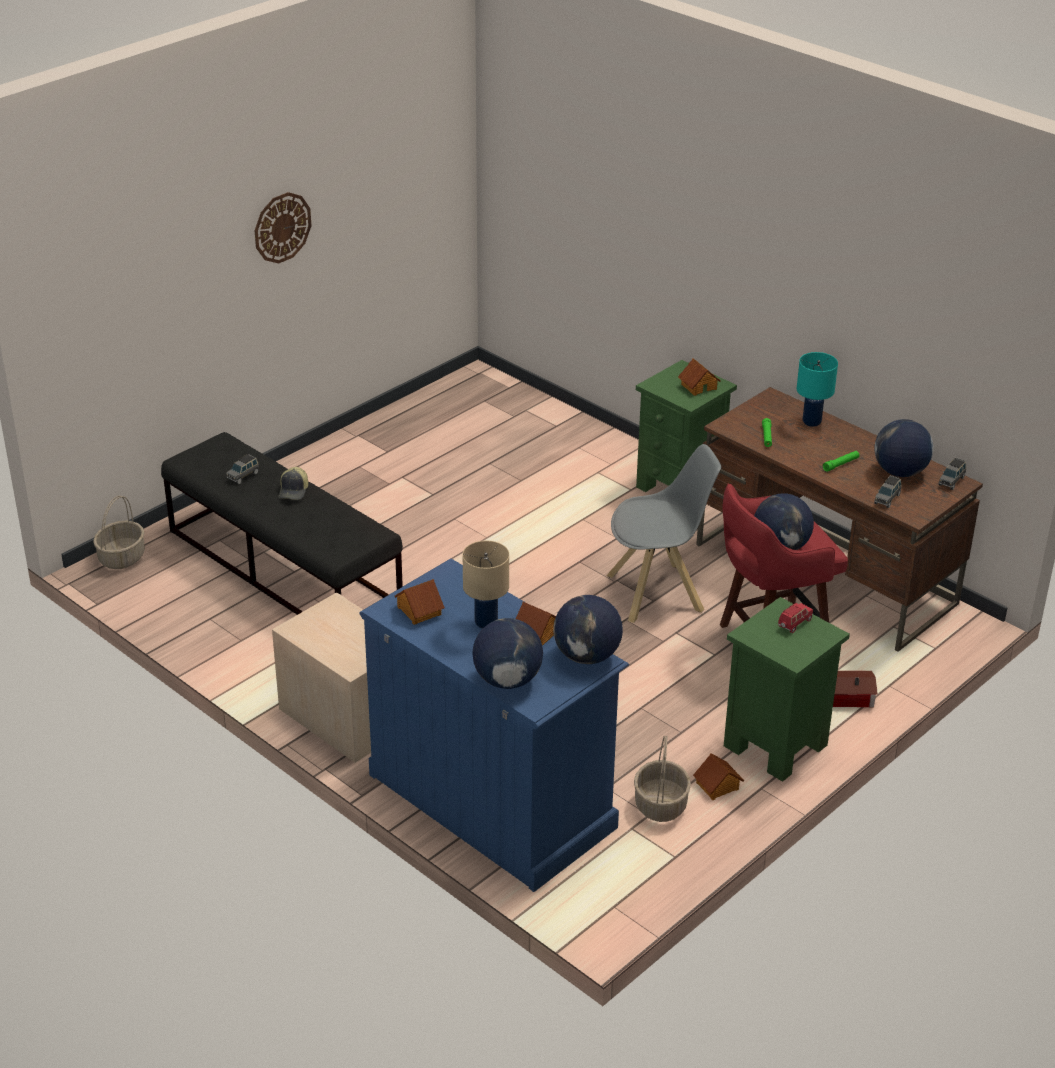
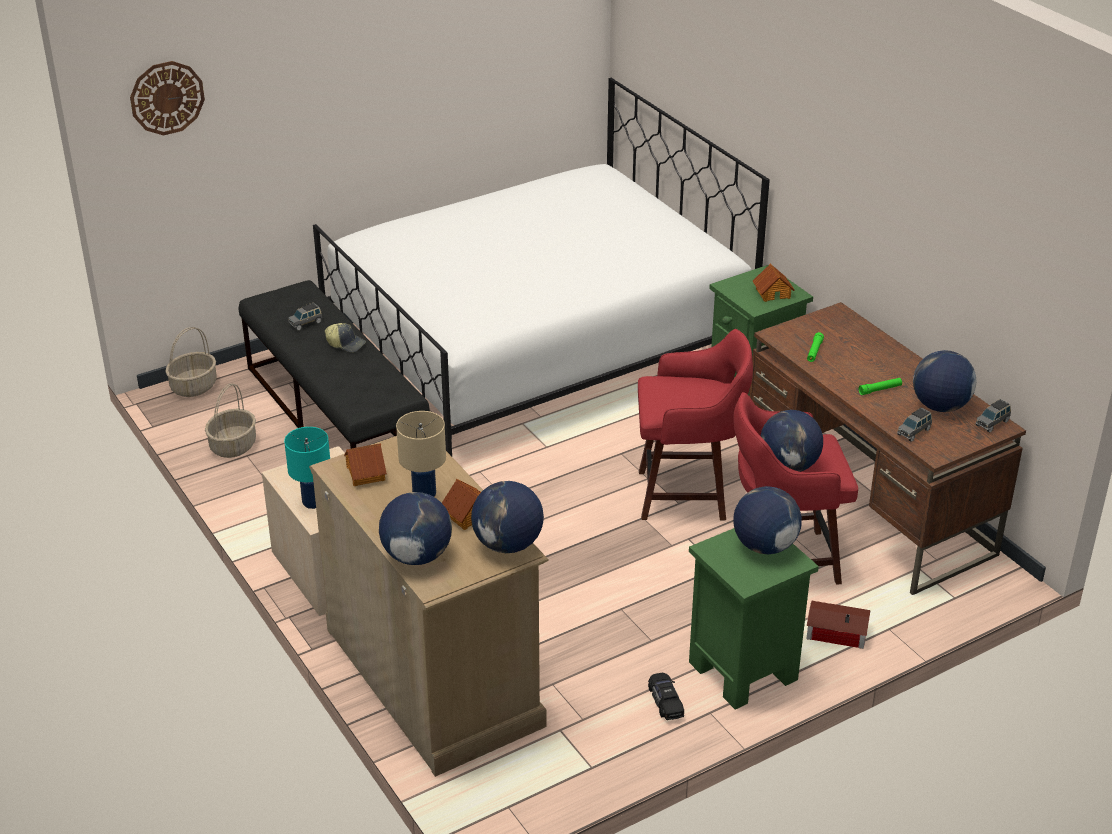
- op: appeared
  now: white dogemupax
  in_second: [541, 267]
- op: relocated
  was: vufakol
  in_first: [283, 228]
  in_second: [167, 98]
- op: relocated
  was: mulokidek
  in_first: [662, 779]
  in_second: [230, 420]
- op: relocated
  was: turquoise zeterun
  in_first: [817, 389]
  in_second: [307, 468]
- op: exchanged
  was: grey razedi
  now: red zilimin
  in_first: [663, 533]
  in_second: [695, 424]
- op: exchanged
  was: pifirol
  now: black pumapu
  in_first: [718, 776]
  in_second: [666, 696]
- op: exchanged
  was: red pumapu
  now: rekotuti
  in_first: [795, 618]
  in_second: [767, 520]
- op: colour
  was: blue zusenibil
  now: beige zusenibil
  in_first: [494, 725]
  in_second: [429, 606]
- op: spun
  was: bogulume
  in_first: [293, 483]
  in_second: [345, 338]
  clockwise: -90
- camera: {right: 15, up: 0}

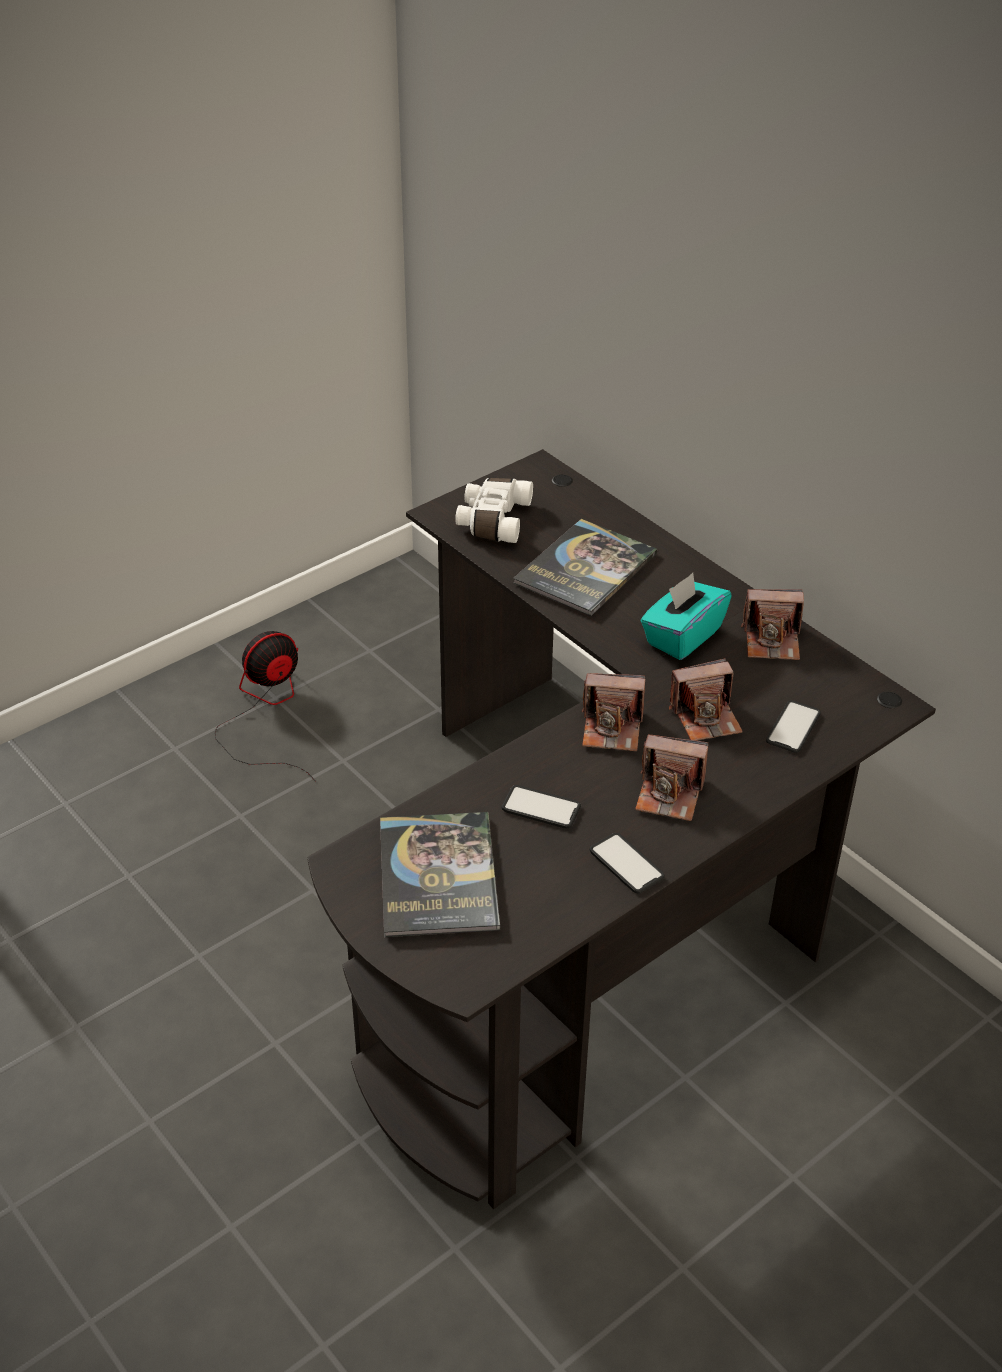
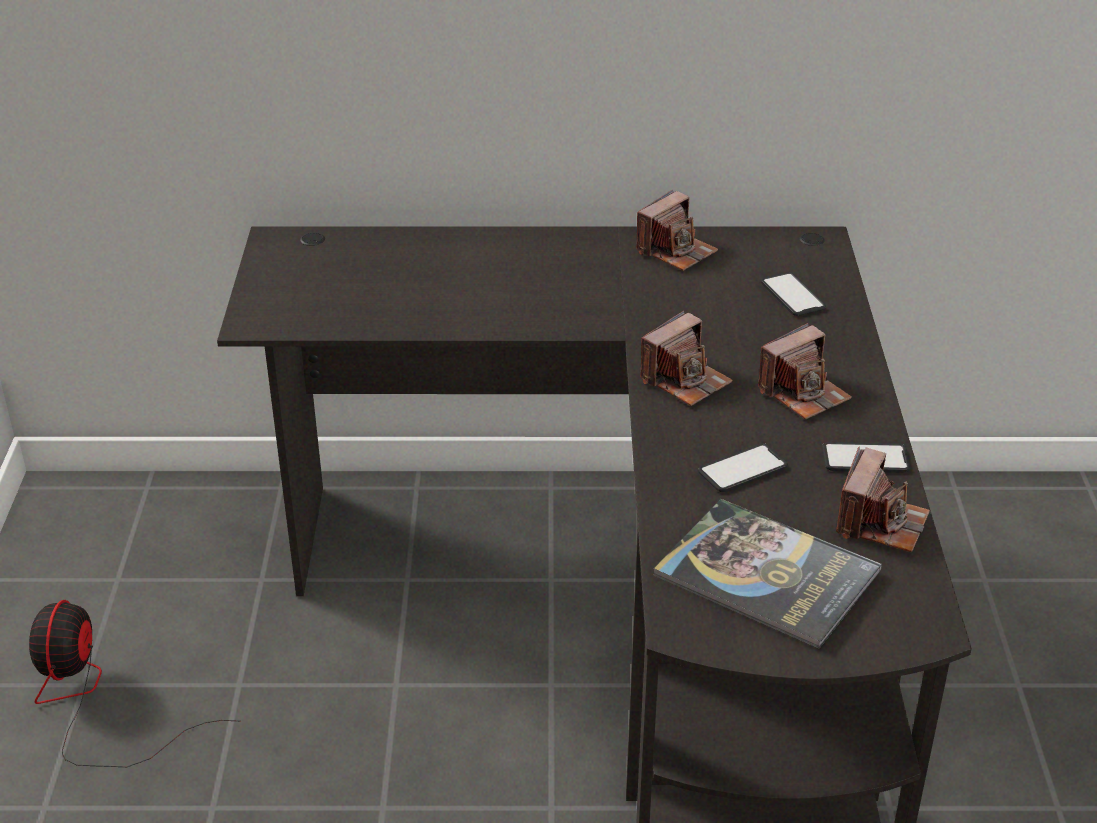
- op: missing
  was: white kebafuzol
  in_first: [494, 510]
- op: missing
  was: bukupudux
  in_first: [585, 567]
- op: missing
  was: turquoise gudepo
  in_first: [686, 616]
- op: relocated
  was: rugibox
  in_first: [706, 700]
  in_second: [883, 499]
- camera: {right: -50, up: -5}

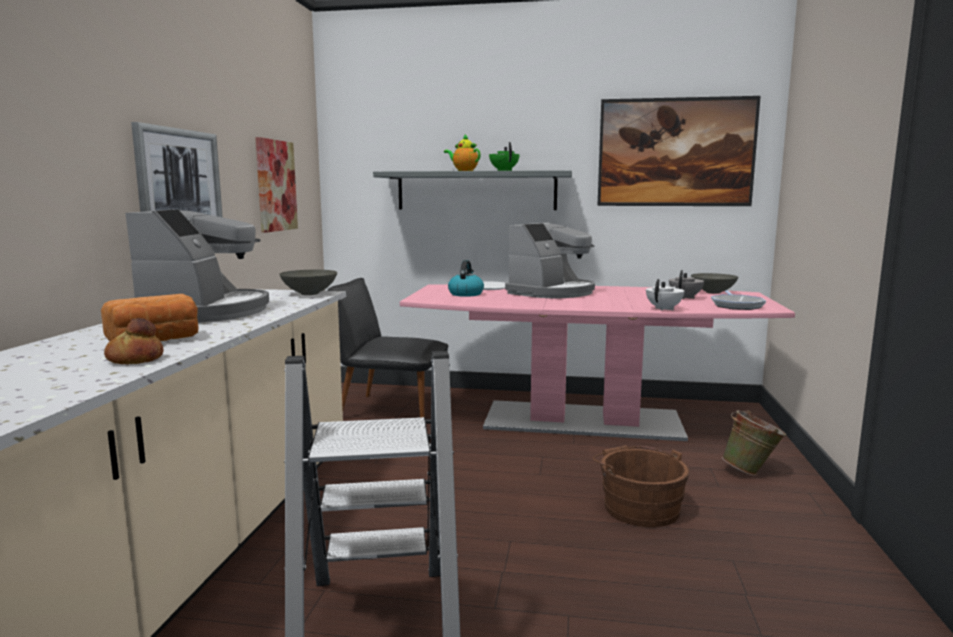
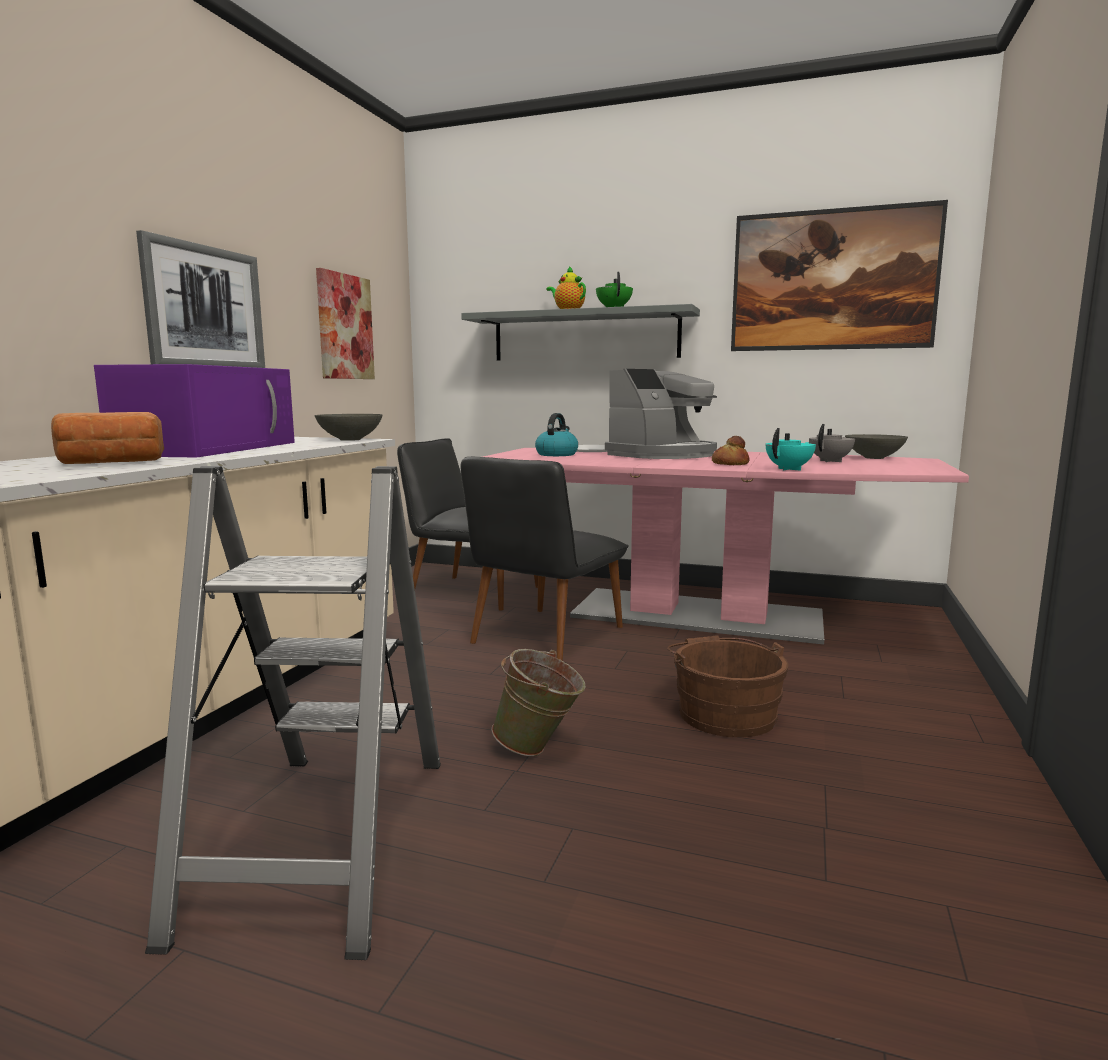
- op: missing
  was: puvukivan
  in_first: [738, 300]
- op: appeared
  now: black razedi
  in_second: [545, 558]
- op: relocated
  was: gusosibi
  in_first: [133, 341]
  in_second: [730, 450]
- op: relocated
  was: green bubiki
  in_first: [754, 443]
  in_second: [538, 702]
- op: exchanged
  was: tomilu
  now: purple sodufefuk
  in_first: [197, 266]
  in_second: [194, 410]
- op: colour
  was: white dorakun
  now: turquoise dorakun
  in_first: [665, 295]
  in_second: [791, 449]
- camera: {right: 10, up: 0}

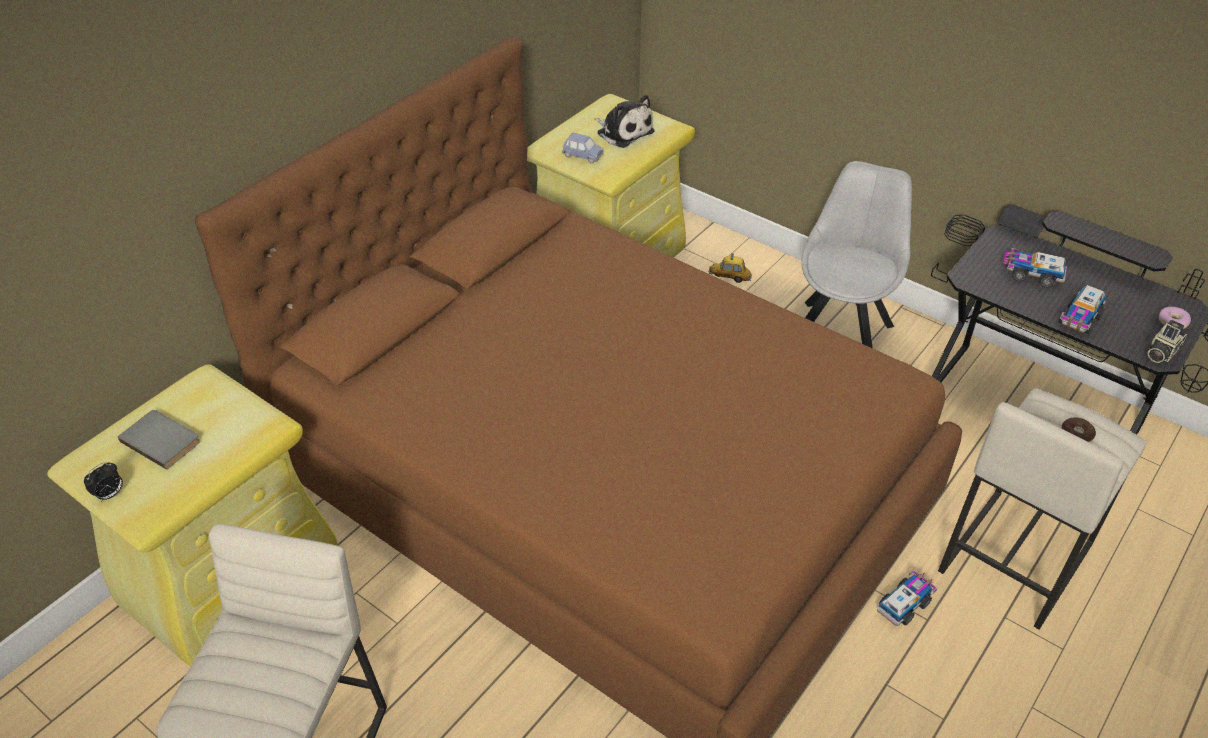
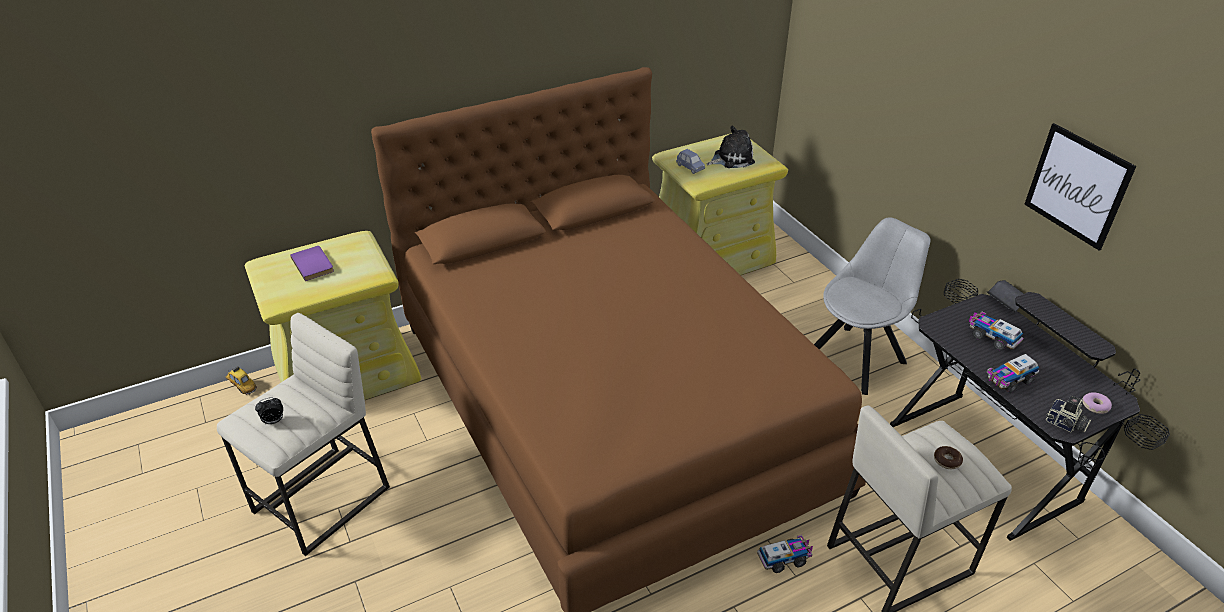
- op: appeared
  now: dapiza
  in_second: [1080, 187]
- op: relocated
  was: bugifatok
  in_first: [103, 482]
  in_second: [269, 411]
- op: relocated
  was: pumapu
  in_first: [730, 268]
  in_second: [241, 380]
- op: colour
  was: grey bukupudux
  now: purple bukupudux
  in_first: [159, 440]
  in_second: [312, 263]
- op: spun
  was: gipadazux
  in_first: [624, 121]
  in_second: [730, 147]
  clockwise: -90
- op: spun
  was: rugibox
  in_first: [1167, 341]
  in_second: [1068, 414]
  clockwise: -120
- camera: {right: 25, up: -5}

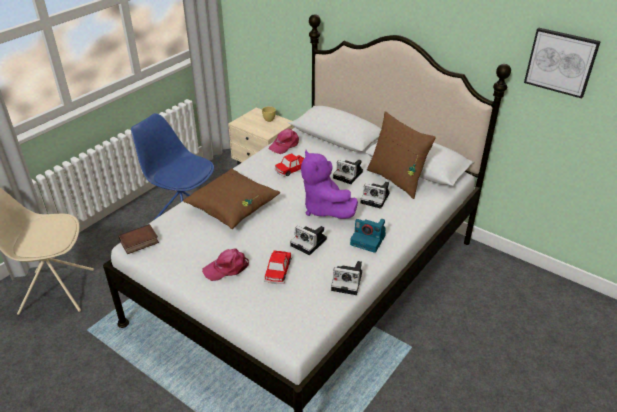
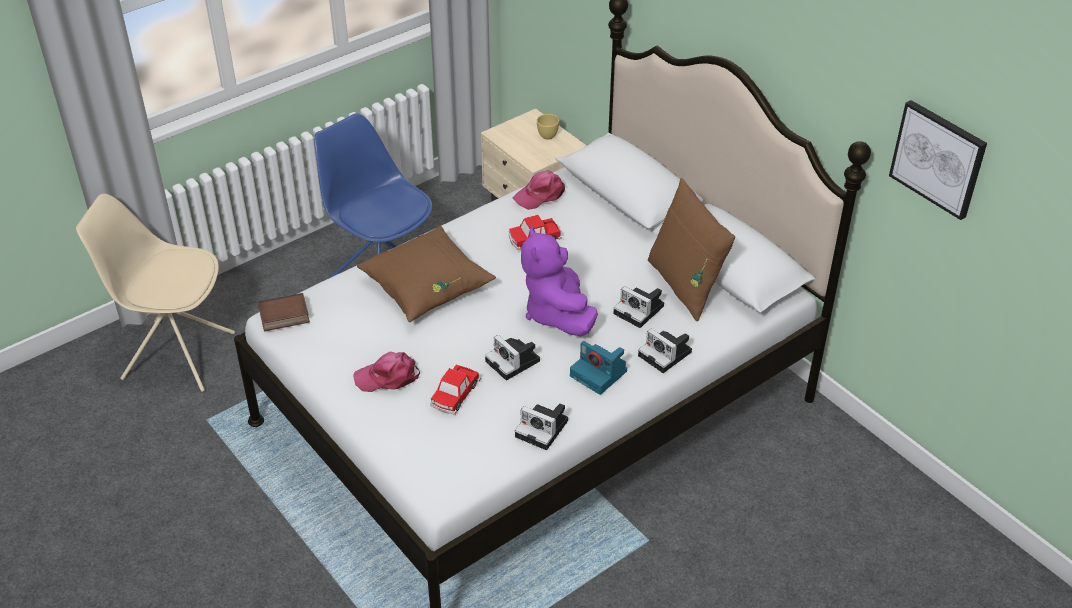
- op: relocated
  was: rugibox
  in_first: [348, 172]
  in_second: [665, 351]
- camera: {right: 15, up: 5}

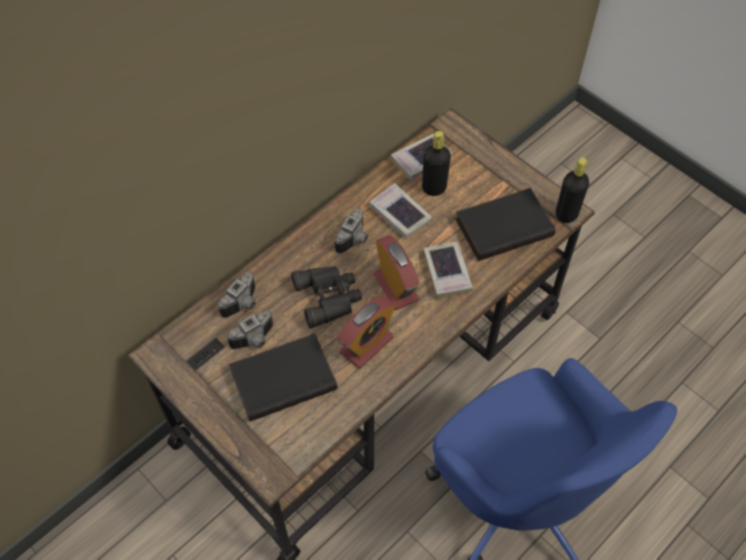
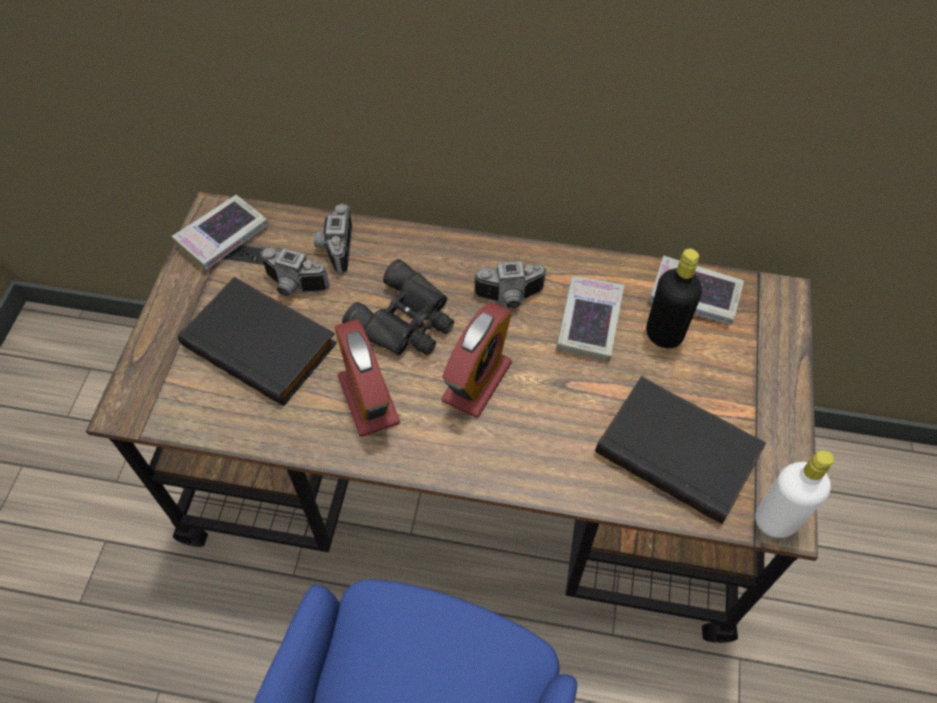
- op: relocated
  was: bukupudux
  in_first: [448, 270]
  in_second: [220, 232]
- op: colour
  was: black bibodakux
  now: white bibodakux
  in_first: [572, 190]
  in_second: [794, 494]
- op: spun
  was: rugibox
  in_first: [237, 295]
  in_second: [333, 238]
  clockwise: 90
- op: spun
  was: bugifatok
  in_first: [366, 332]
  in_second: [367, 378]
  clockwise: 60
- camera: {right: 55, up: 0}

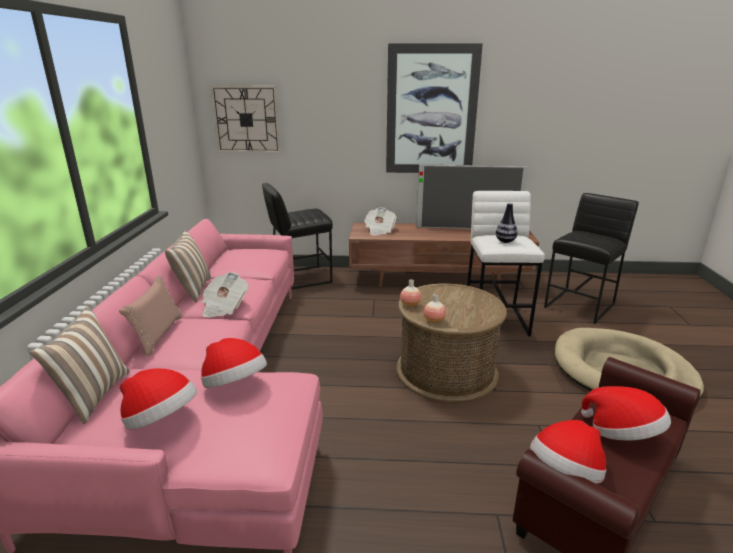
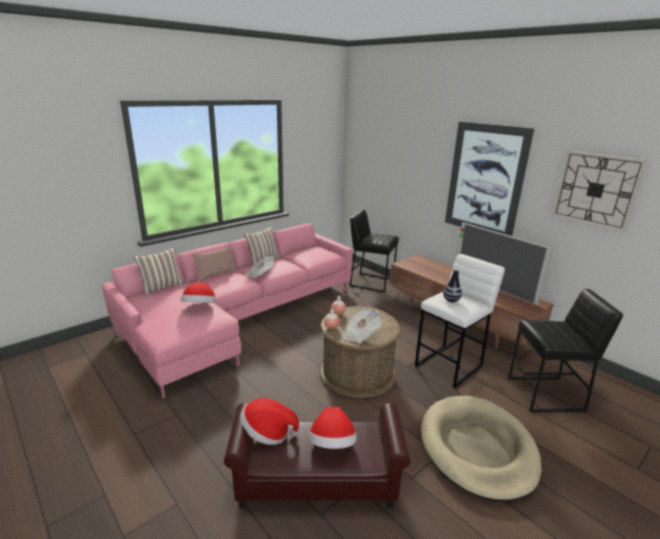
- op: missing
  was: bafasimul
  in_first: [158, 399]
- op: relocated
  was: vufakol
  in_first: [245, 119]
  in_second: [599, 191]
- op: relocated
  was: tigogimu
  in_first: [380, 221]
  in_second: [362, 326]
- camera: {right: 45, up: 0}

